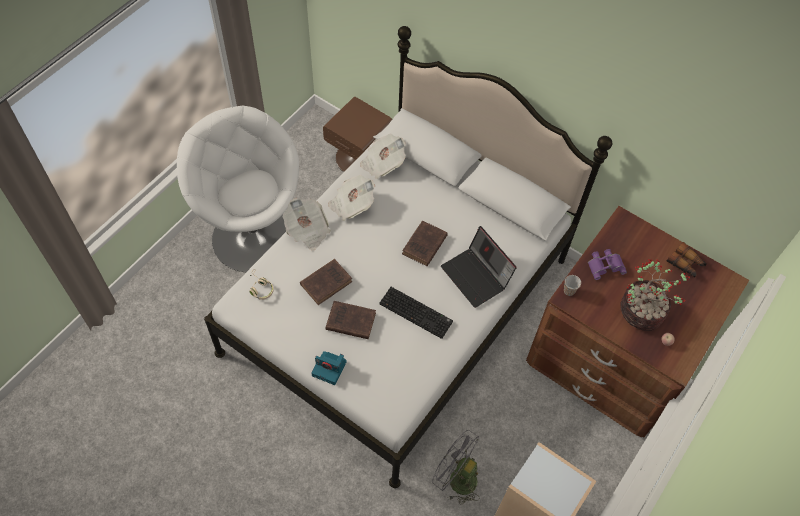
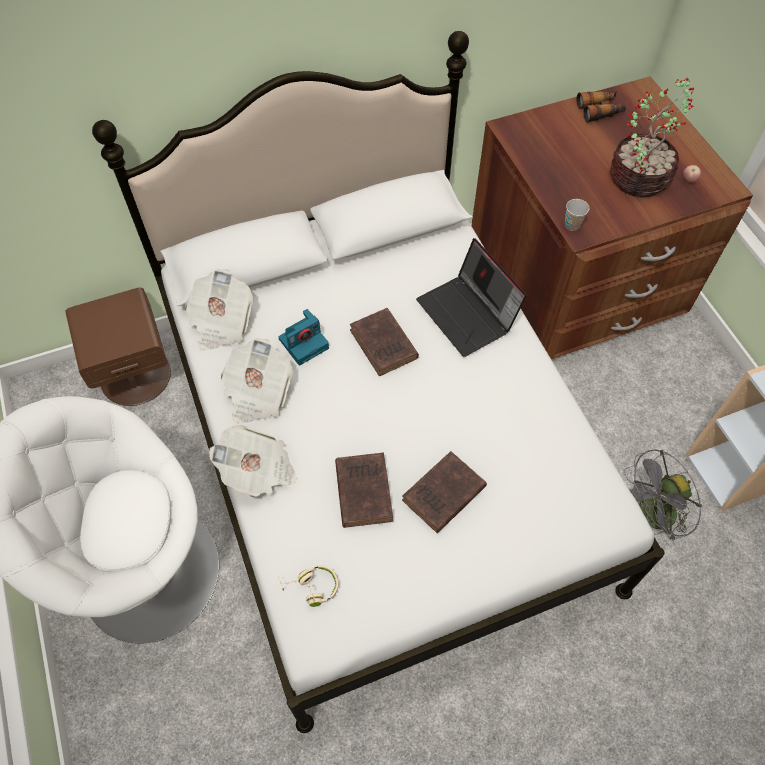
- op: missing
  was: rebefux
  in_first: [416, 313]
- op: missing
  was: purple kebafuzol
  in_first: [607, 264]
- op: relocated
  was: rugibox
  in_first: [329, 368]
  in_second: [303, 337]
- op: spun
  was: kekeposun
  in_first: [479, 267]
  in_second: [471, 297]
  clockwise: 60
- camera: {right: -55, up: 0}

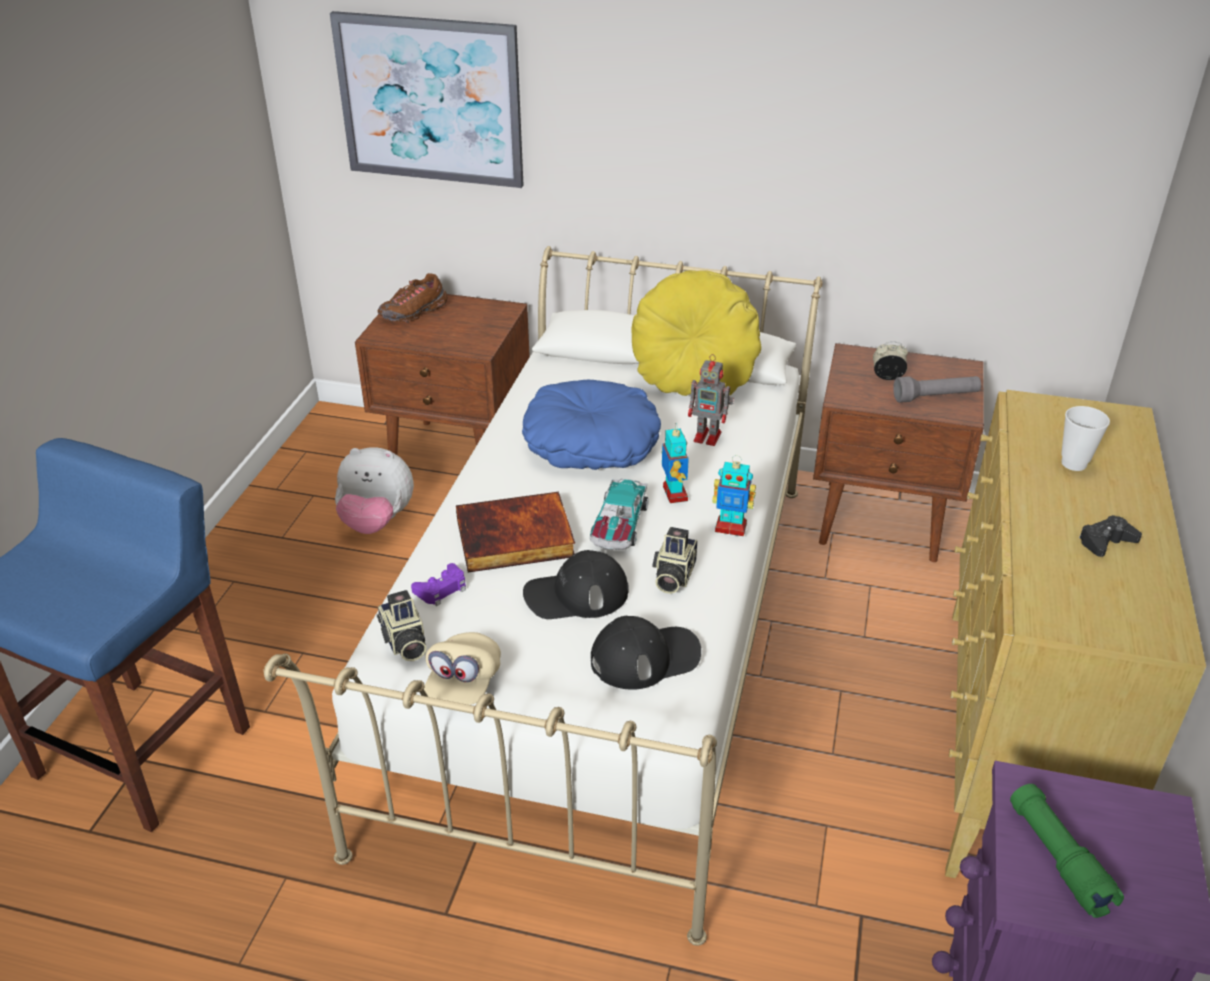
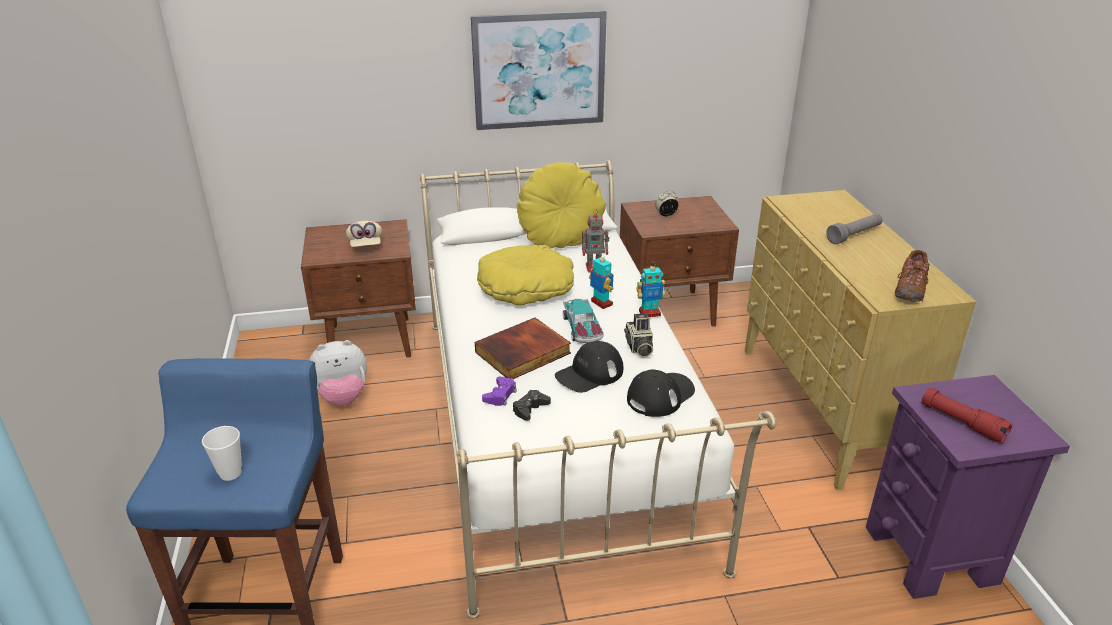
- op: missing
  was: rugibox
  in_first: [401, 625]
- op: relocated
  was: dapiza
  in_first: [427, 99]
  in_second: [539, 70]
- op: relocated
  was: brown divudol
  in_first: [412, 298]
  in_second: [912, 276]
- op: relocated
  was: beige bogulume
  in_first: [462, 668]
  in_second: [364, 234]
- op: relocated
  was: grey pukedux
  in_first: [937, 389]
  in_second: [854, 229]
- op: relocated
  was: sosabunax
  in_first: [1085, 438]
  in_second: [222, 453]
- op: relocated
  was: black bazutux
  in_first: [1110, 536]
  in_second: [532, 405]
- op: colour
  was: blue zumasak
  now: yellow zumasak
  in_first: [591, 425]
  in_second: [525, 275]
- op: colour
  was: green pukedux
  now: red pukedux
  in_first: [1067, 851]
  in_second: [967, 416]
- camera: {right: -25, up: -5}

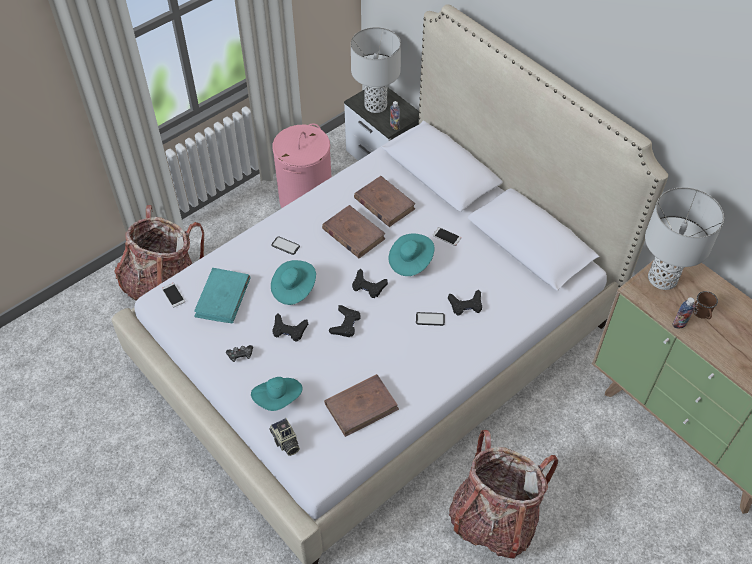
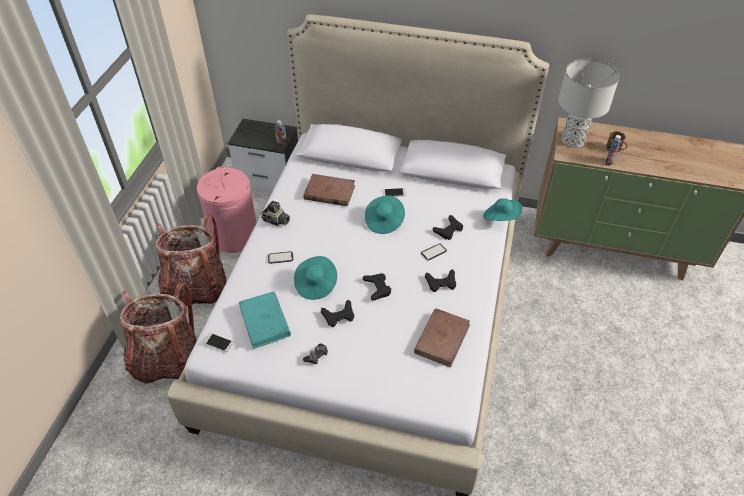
- op: missing
  was: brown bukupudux
  in_first: [354, 231]
- op: missing
  was: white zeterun
  in_first: [376, 70]
- op: relocated
  was: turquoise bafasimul
  in_first: [277, 394]
  in_second: [502, 209]
- op: relocated
  was: rugibox
  in_first: [284, 437]
  in_second: [275, 213]
- op: relocated
  was: black bazutux
  in_first: [370, 283]
  in_second: [440, 280]
- op: relocated
  was: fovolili
  in_first: [503, 494]
  in_second: [190, 260]
- camera: {right: -35, up: -5}

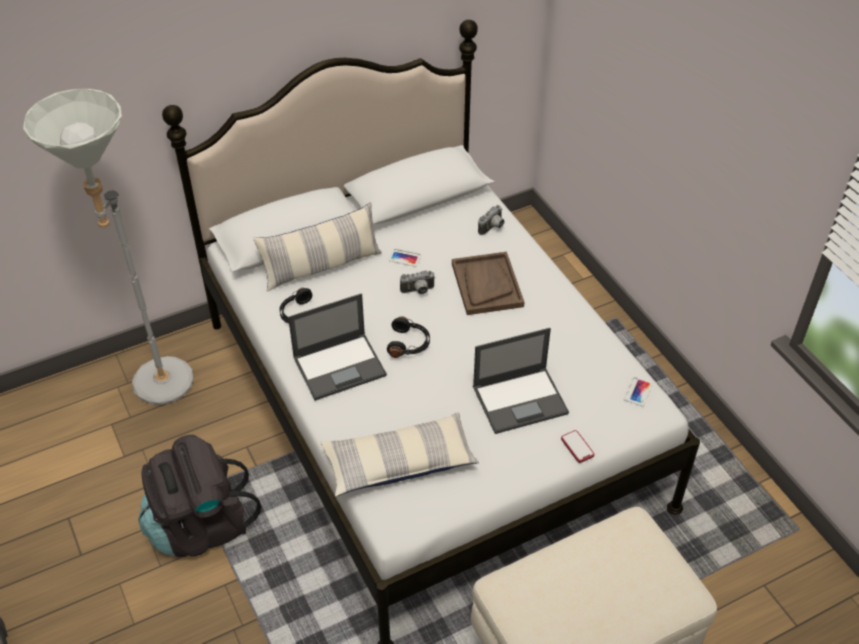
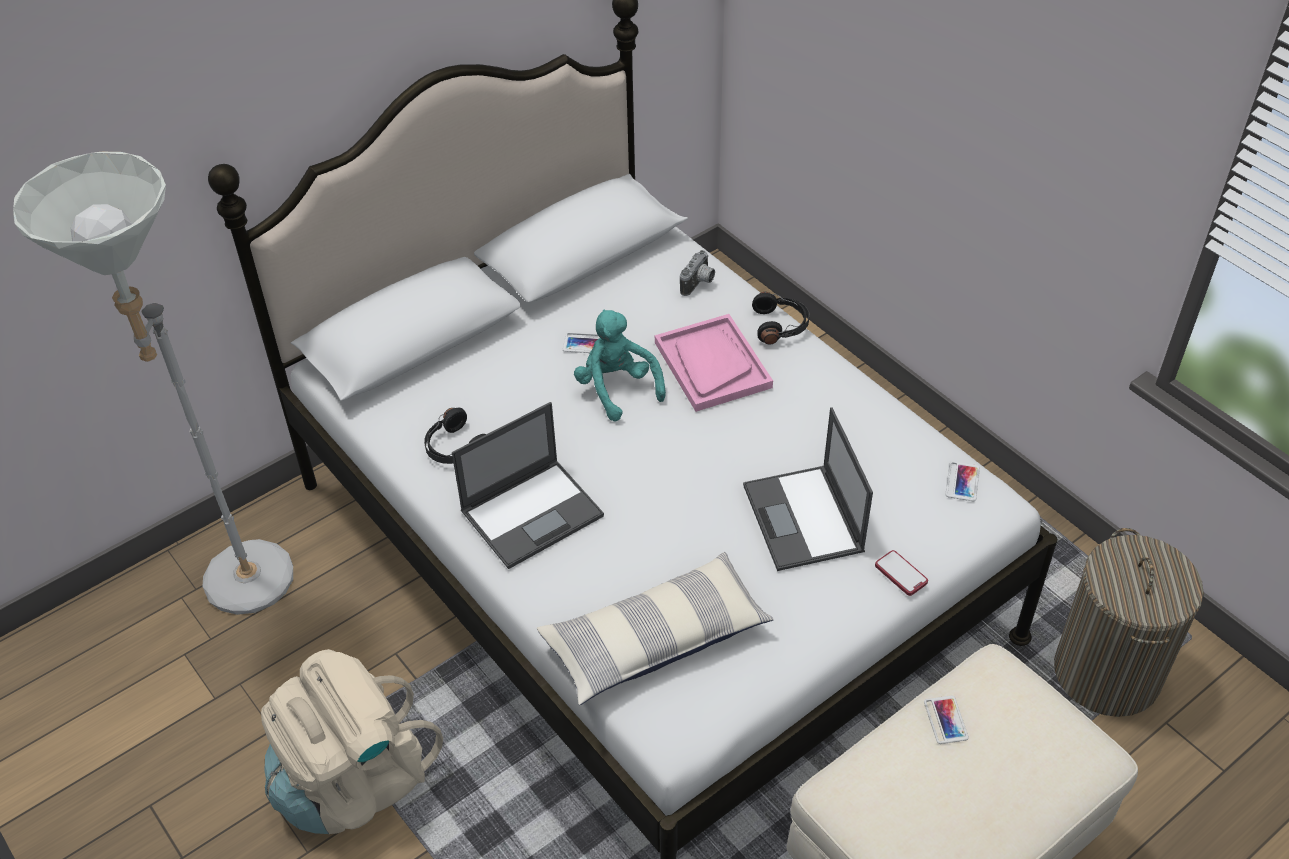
- op: missing
  was: zumasak
  in_first: [317, 247]
- op: appeared
  now: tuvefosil
  in_second: [946, 720]
- op: appeared
  now: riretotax
  in_second: [1129, 622]
- op: relocated
  was: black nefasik
  in_first: [408, 337]
  in_second: [780, 318]
- op: exchanged
  was: rugibox
  now: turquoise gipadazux
  in_first: [417, 282]
  in_second: [620, 365]
- op: colour
  was: black fovolili
  now: beige fovolili
  in_first: [199, 496]
  in_second: [352, 741]
- op: colour
  was: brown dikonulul
  now: pink dikonulul
  in_first: [488, 283]
  in_second: [714, 363]
- op: spun
  was: kekeposun
  in_first: [521, 381]
  in_second: [808, 489]
  clockwise: 105
- camera: {right: -10, up: 0}

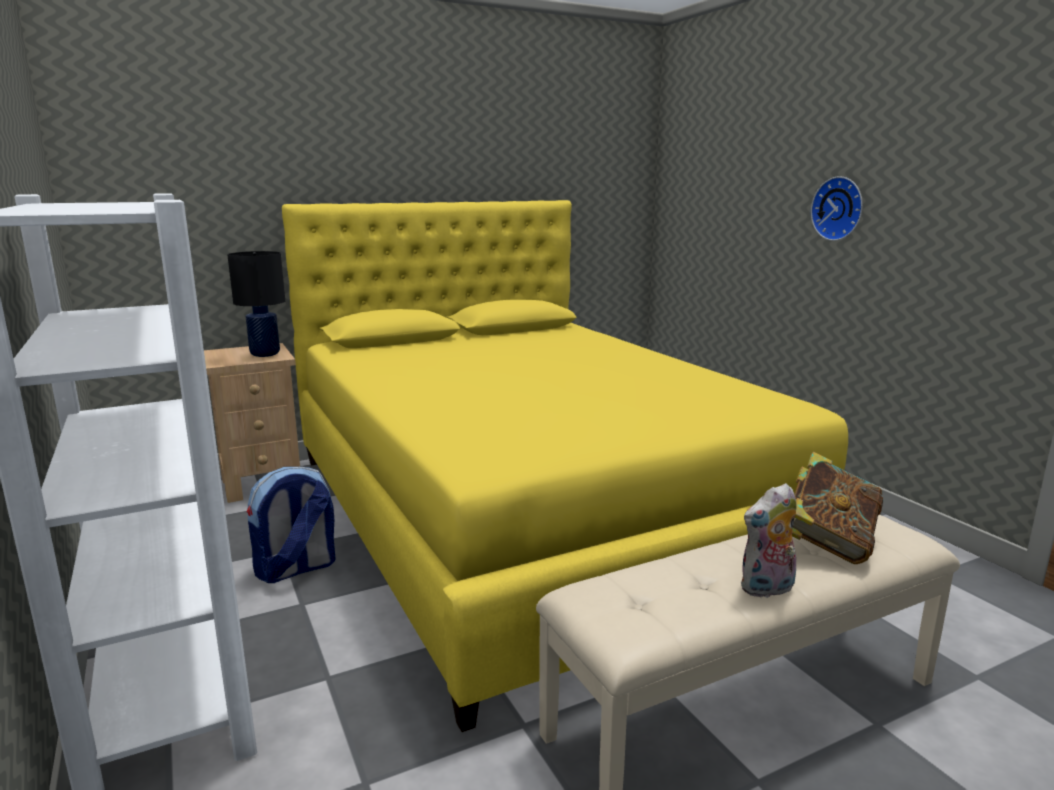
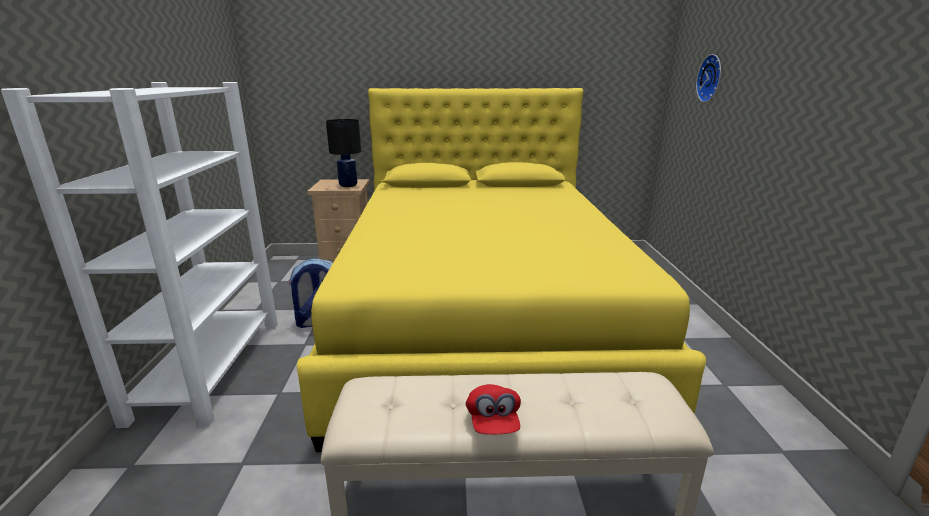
- op: missing
  was: bukupudux
  in_first: [837, 508]
- op: relocated
  was: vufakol
  in_first: [837, 208]
  in_second: [708, 78]
- op: exchanged
  was: gipadazux
  now: red bogulume
  in_first: [769, 540]
  in_second: [493, 409]
- camera: {right: 25, up: 5}

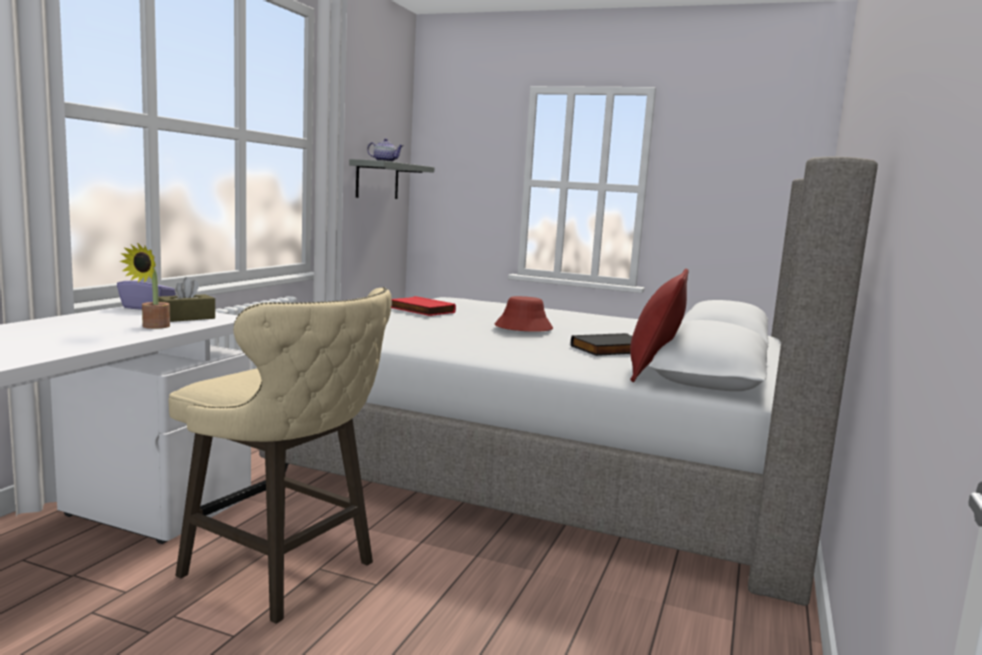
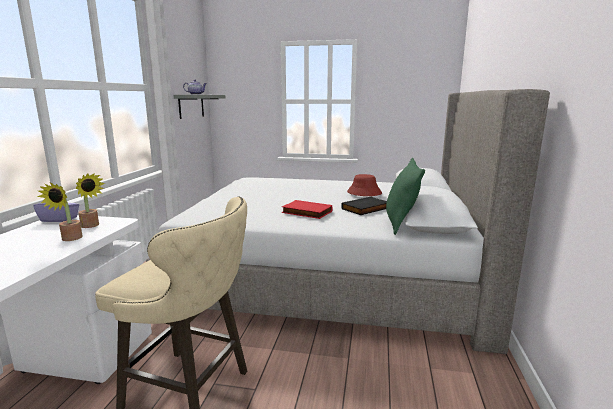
- op: relocated
  was: red bukupudux
  in_first: [423, 306]
  in_second: [307, 209]
- op: relocated
  was: red bafasimul
  in_first: [523, 314]
  in_second: [364, 185]
- op: exchanged
  was: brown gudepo
  now: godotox
  in_first: [186, 299]
  in_second: [90, 200]
- op: colour
  was: red zumasak
  now: green zumasak
  in_first: [659, 325]
  in_second: [405, 196]
- camera: {right: -10, up: 5}

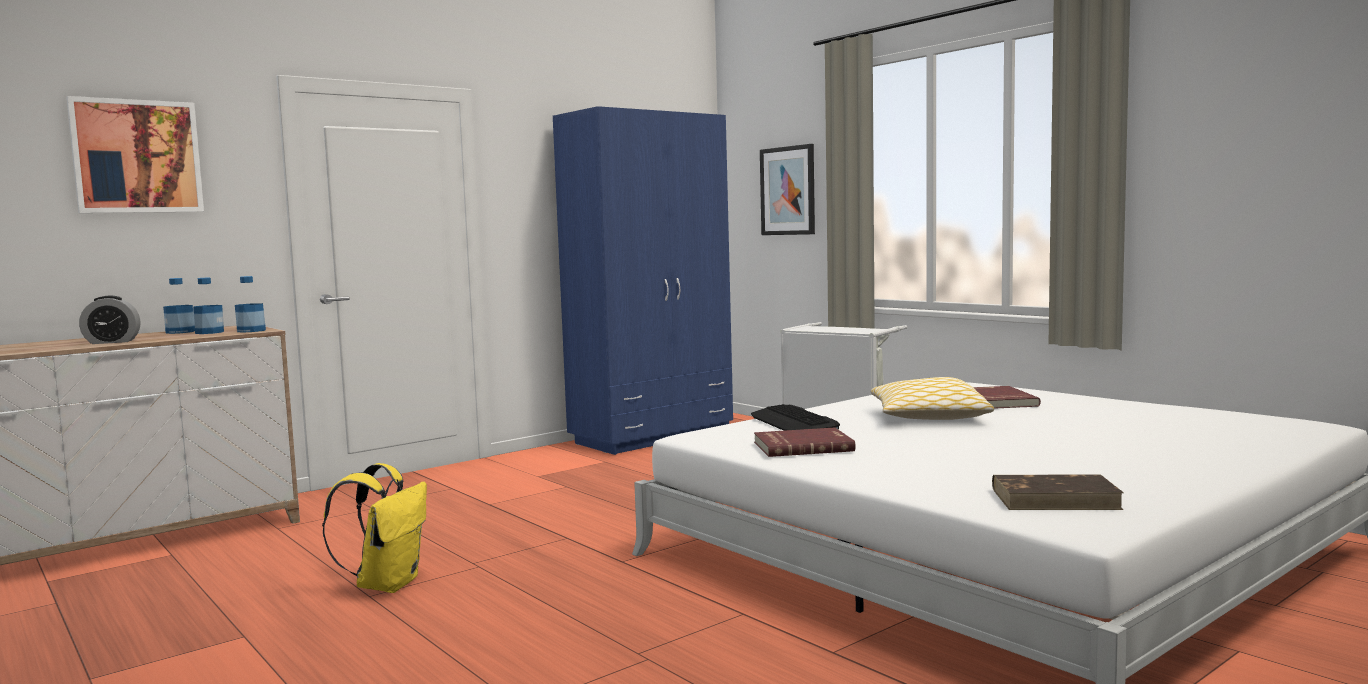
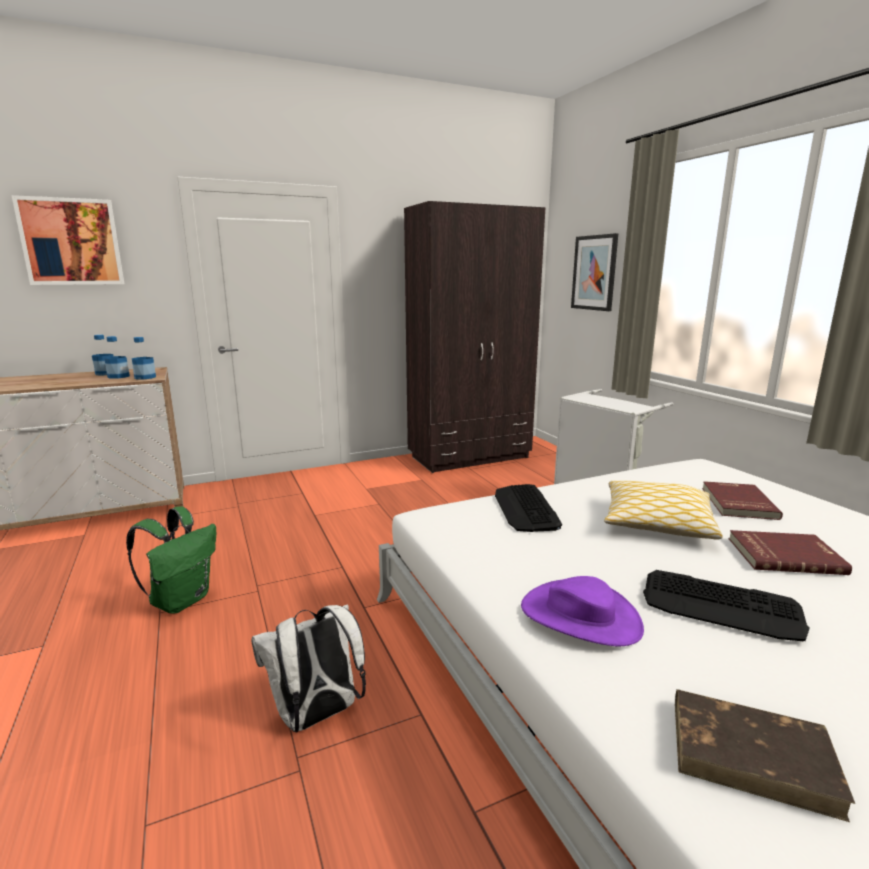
- op: missing
  was: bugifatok
  in_first: [110, 320]
- op: appeared
  now: white fovolili
  in_second: [308, 668]
- op: appeared
  now: purple bafasimul
  in_second: [582, 611]
- op: appeared
  now: rebefux
  in_second: [726, 606]
- op: relocated
  was: red bukupudux
  in_first: [804, 442]
  in_second: [790, 552]
- op: colour
  was: yellow fovolili
  now: green fovolili
  in_first: [374, 528]
  in_second: [171, 560]
- op: colour
  was: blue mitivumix
  now: brown mitivumix
  in_first: [643, 280]
  in_second: [474, 337]
- camera: {right: 15, up: 10}

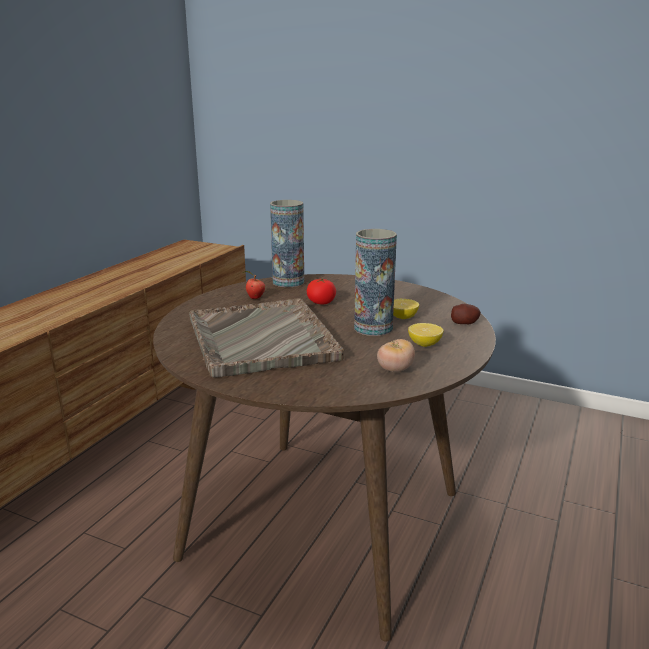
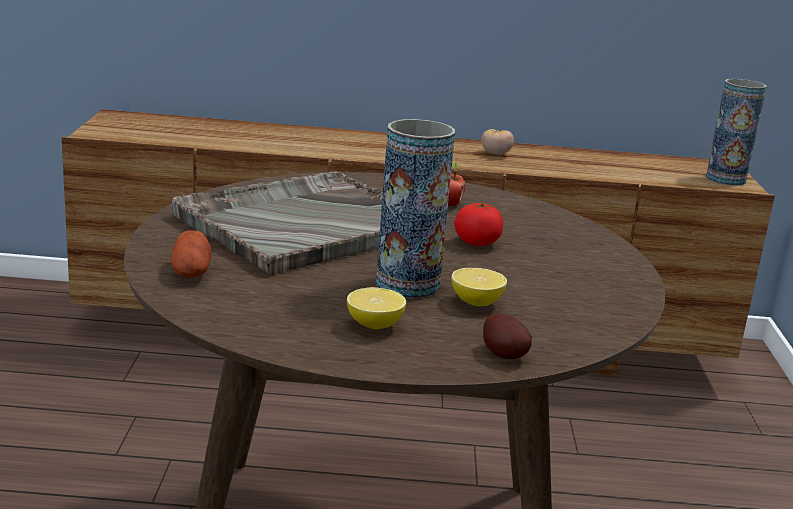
- op: appeared
  now: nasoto
  in_second: [191, 254]
- op: relocated
  was: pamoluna
  in_first: [287, 243]
  in_second: [736, 132]
- op: relocated
  was: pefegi
  in_first: [396, 355]
  in_second: [497, 142]
- camera: {right: 65, up: 0}

